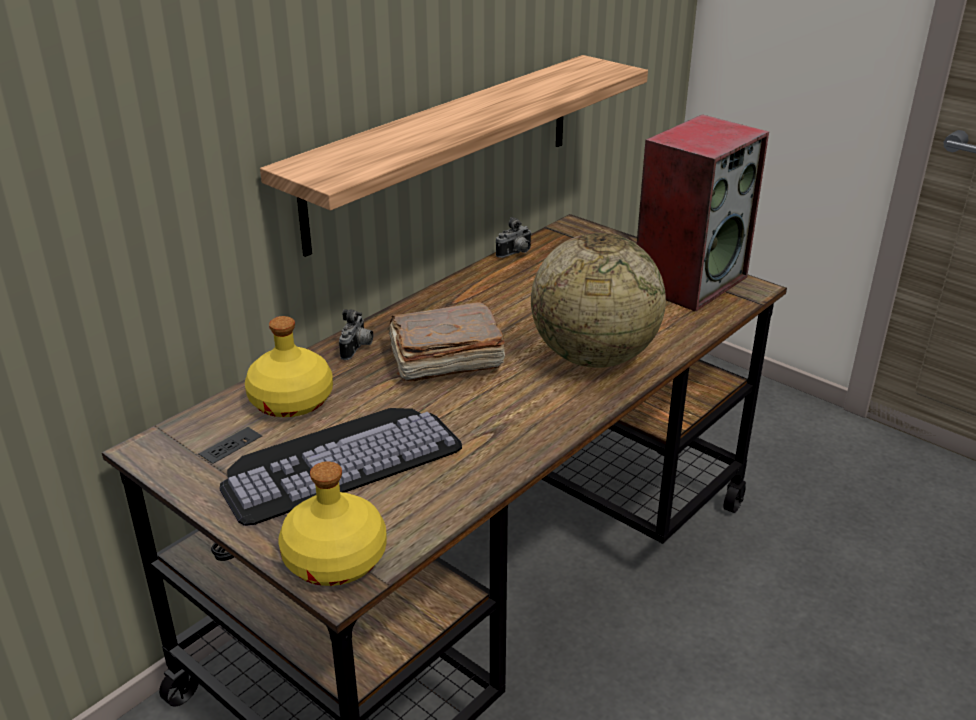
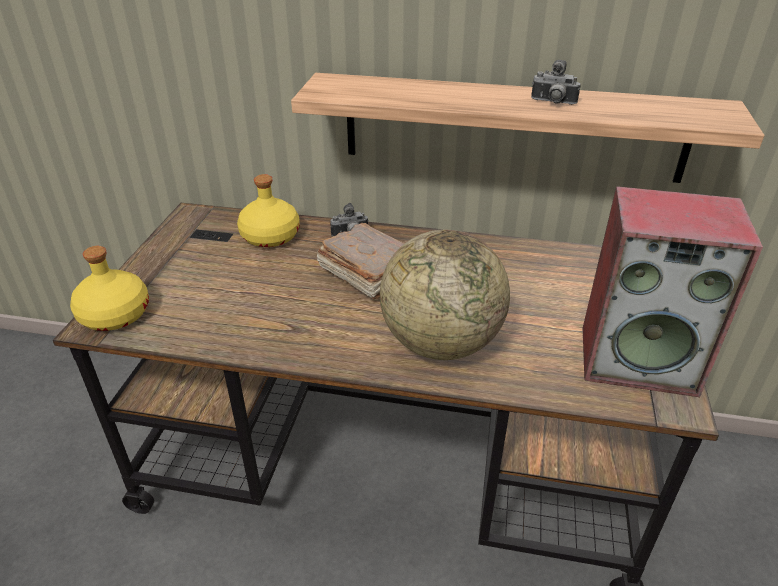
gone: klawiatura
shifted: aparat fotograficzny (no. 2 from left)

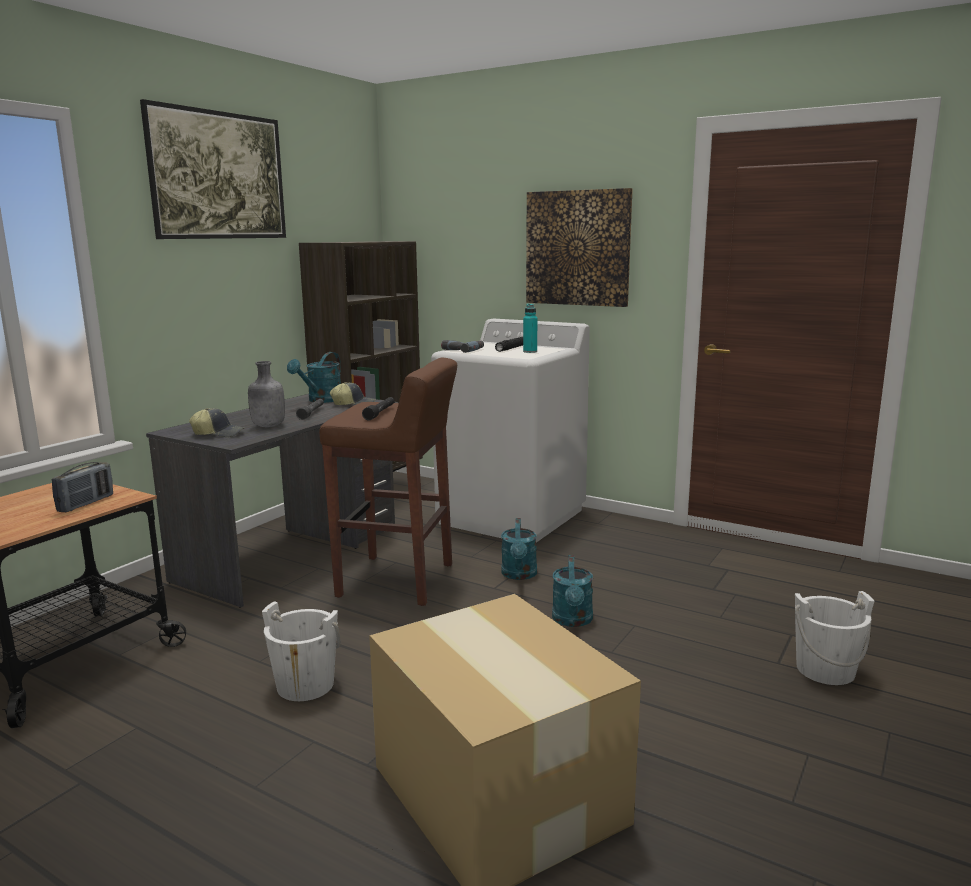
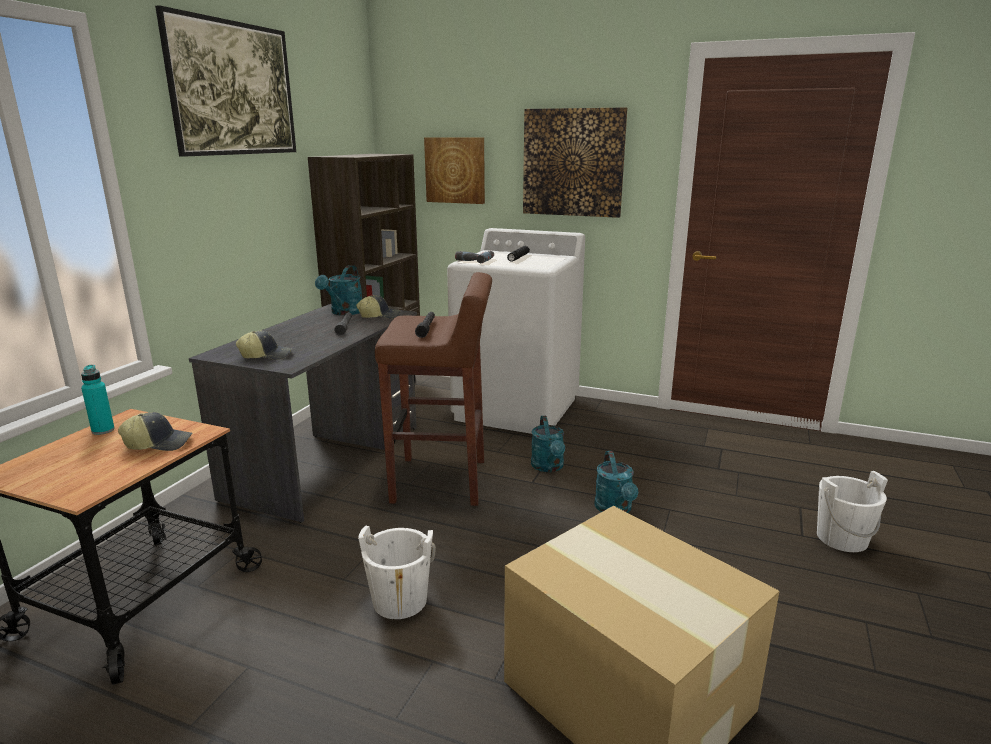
gone: butelka [szary]
new: obraz (no. 2 from left)
shifted: butelka [turkusowy]
swapped: radio to czapka z daszkiem (no. 1 from left)

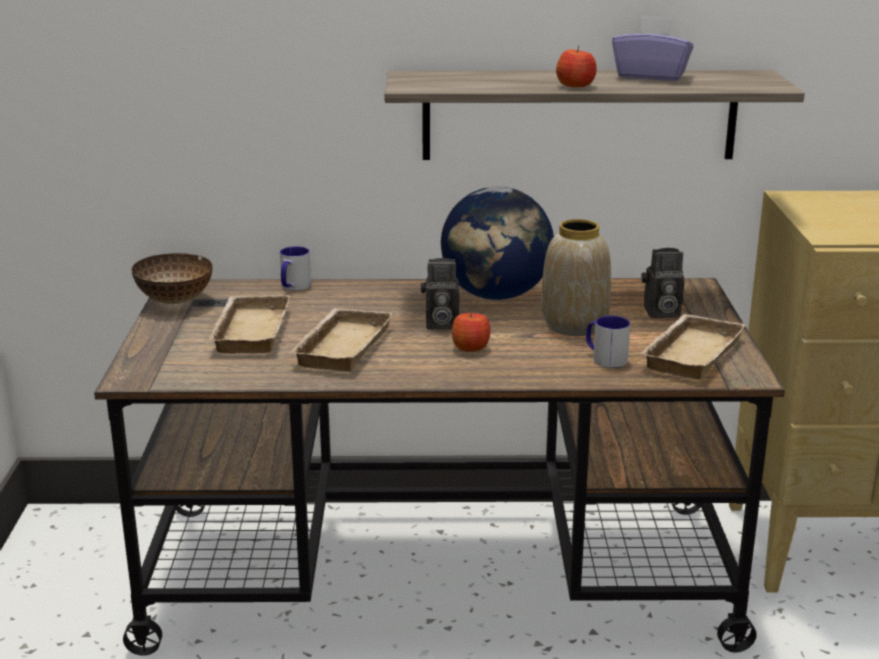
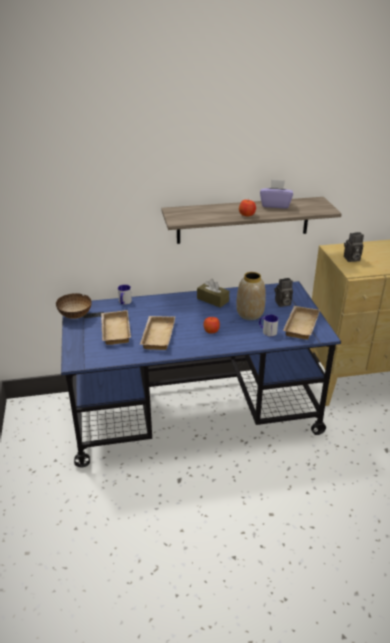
shifted: aparat fotograficzny (no. 1 from left in the first image) to aparat fotograficzny (no. 2 from left)
swapped: globus to pudełko chusteczek [brązowy]
repainted: biurko [brązowy] to biurko [niebieski]

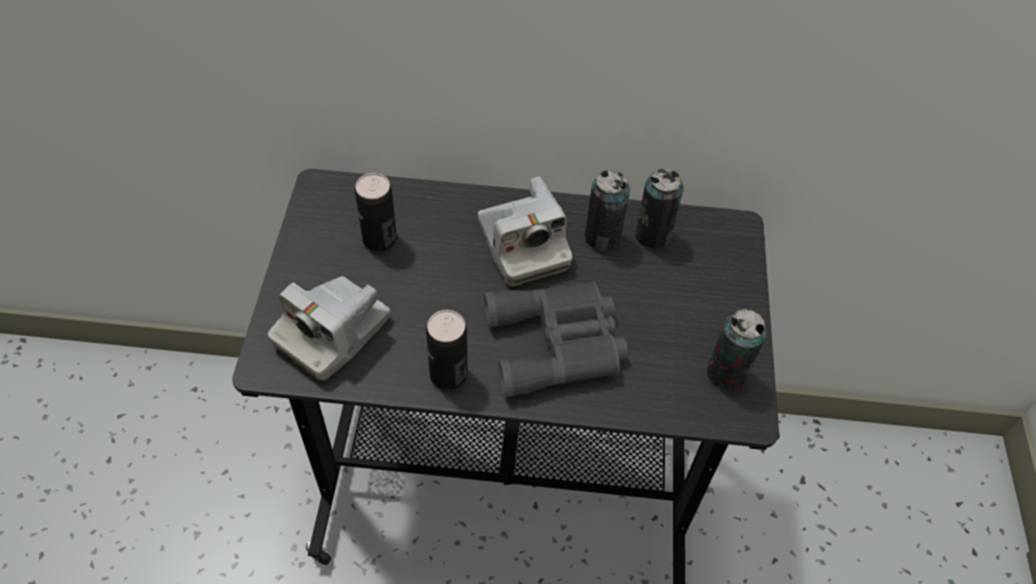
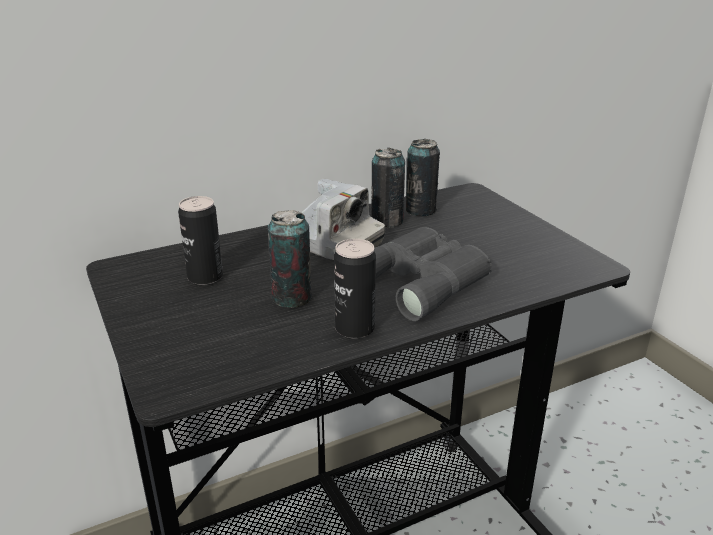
gone: aparat fotograficzny (no. 1 from left)
shifted: puszka (no. 5 from left in the first image) to puszka (no. 2 from left)

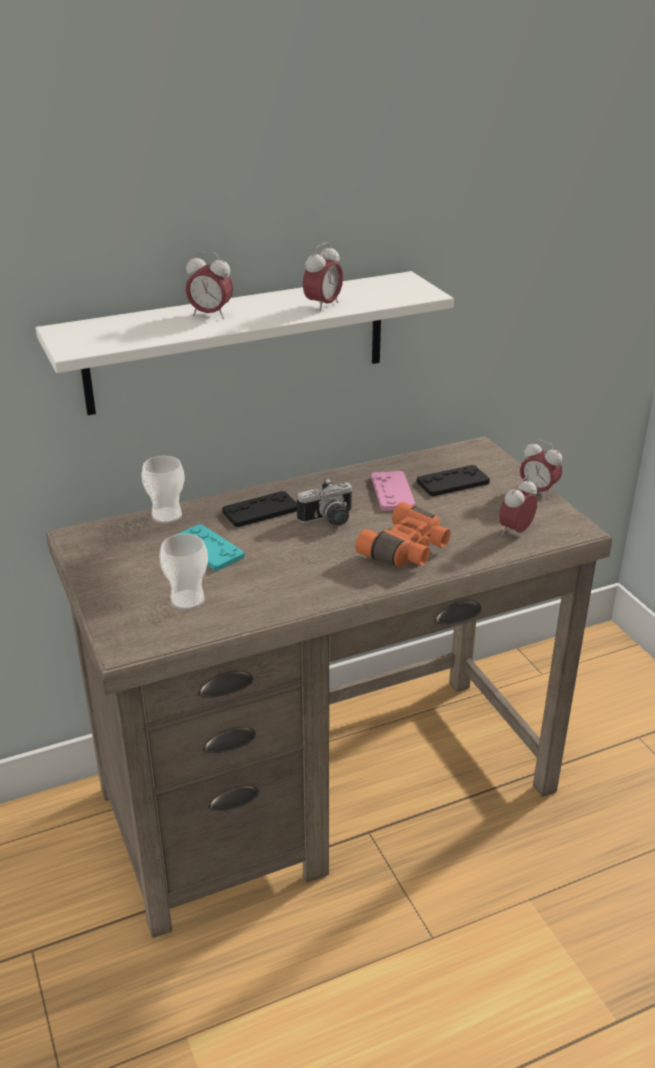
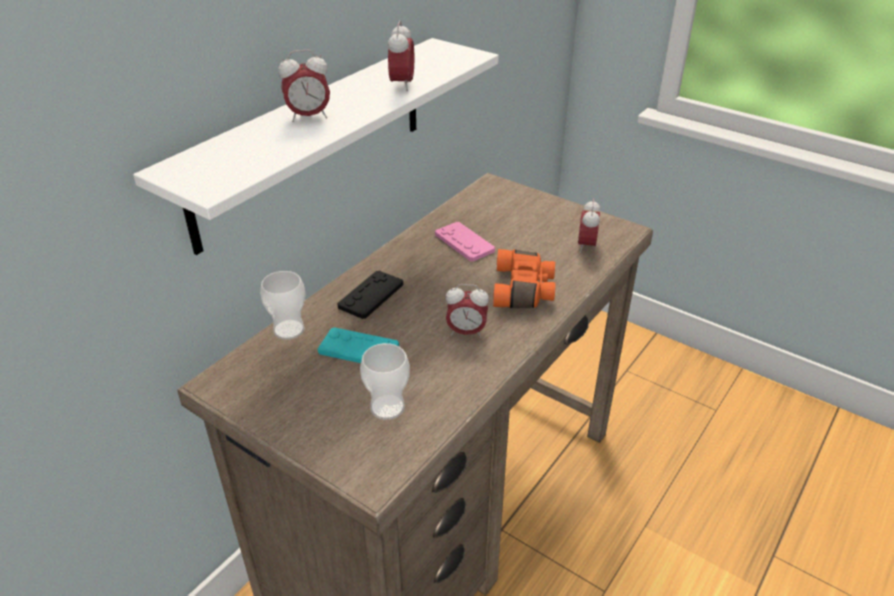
gone: pad do gier [czarny] (no. 2 from left); aparat fotograficzny
shifted: budzik (no. 4 from left in the first image) to budzik (no. 3 from left)

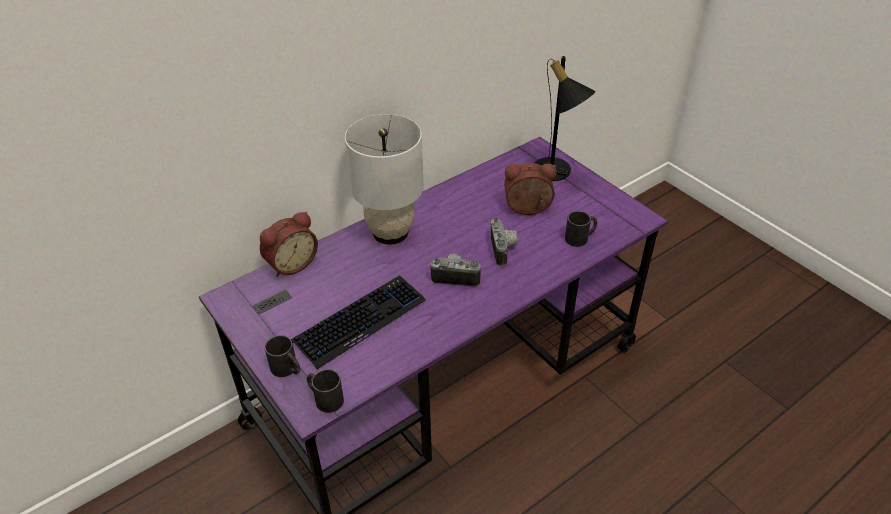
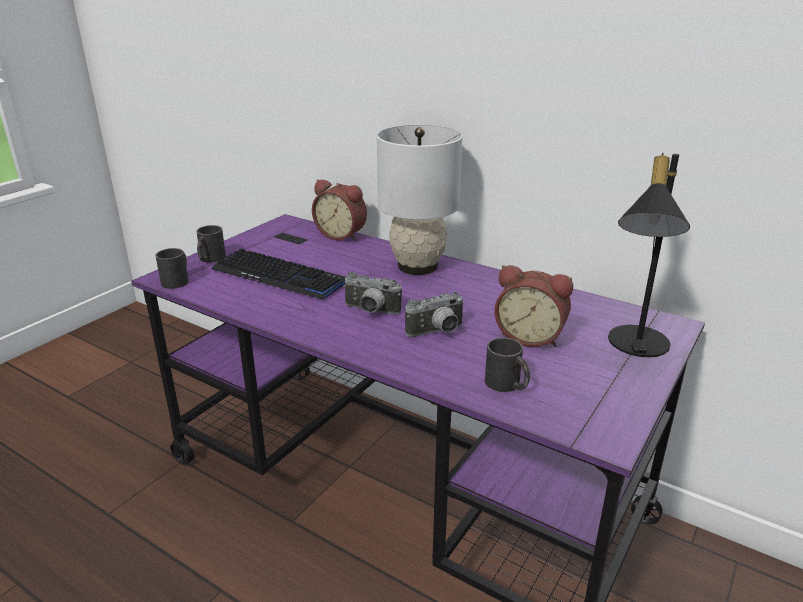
rotated: budzik (no. 2 from left) 135 degrees clockwise; aparat fotograficzny (no. 1 from left) 120 degrees clockwise

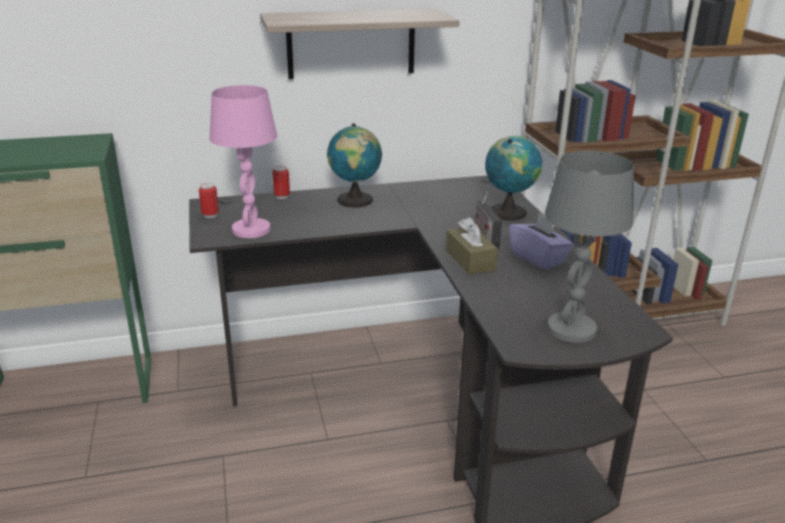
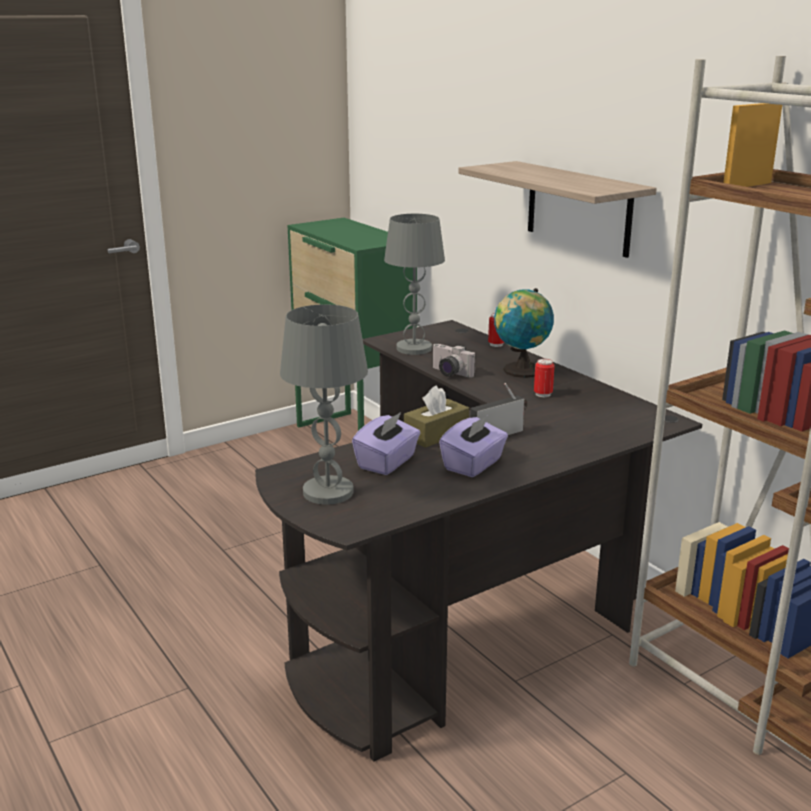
gone: globus (no. 2 from left)
new: aparat fotograficzny; pudełko chusteczek [fioletowy] (no. 1 from left)
shifted: puszka (no. 1 from left in the first image) to puszka (no. 2 from left)
repainted: lampa stołowa [różowy] to lampa stołowa [szary] (no. 2 from left)

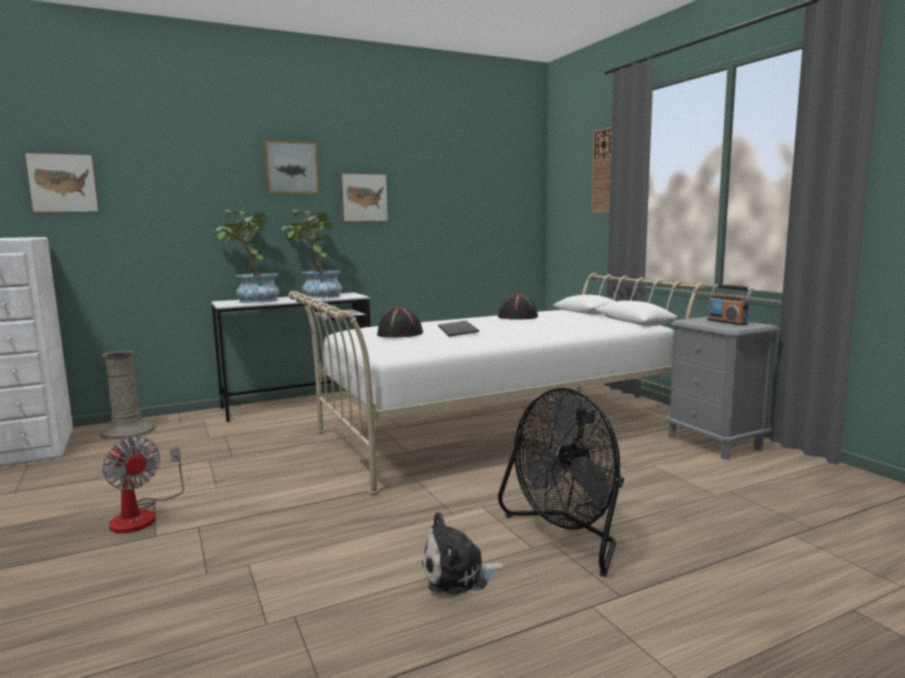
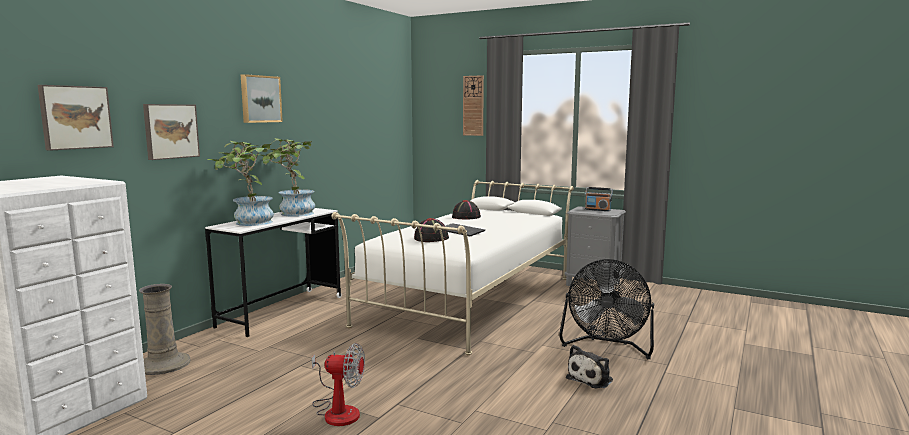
shifted: obraz (no. 3 from left in the first image) to obraz (no. 2 from left)

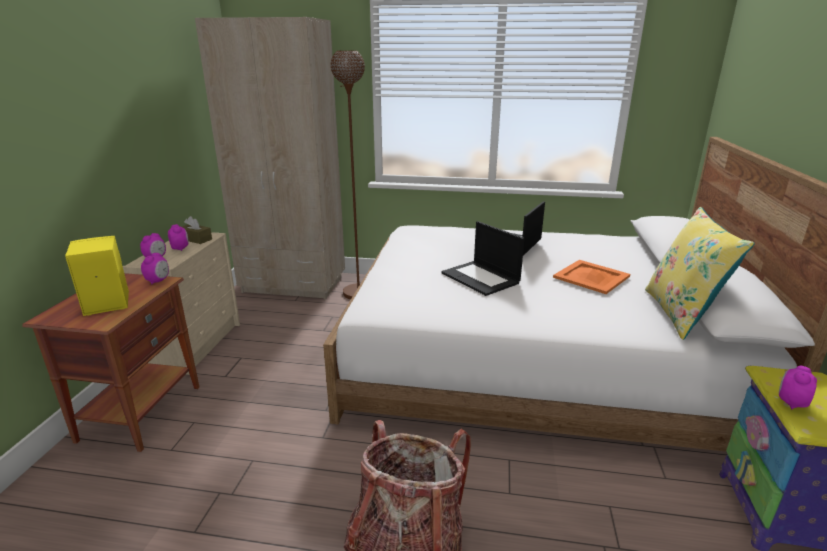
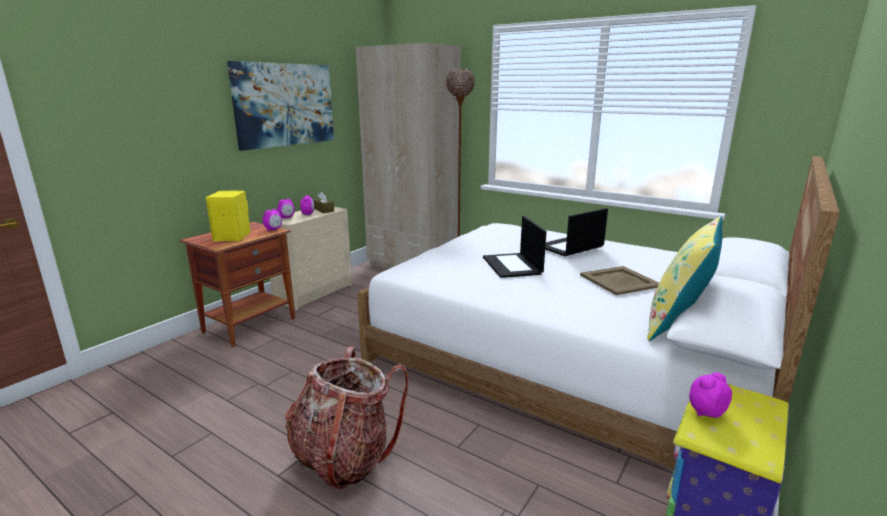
new: obraz
repainted: taca [pomarańczowy] to taca [beżowy]

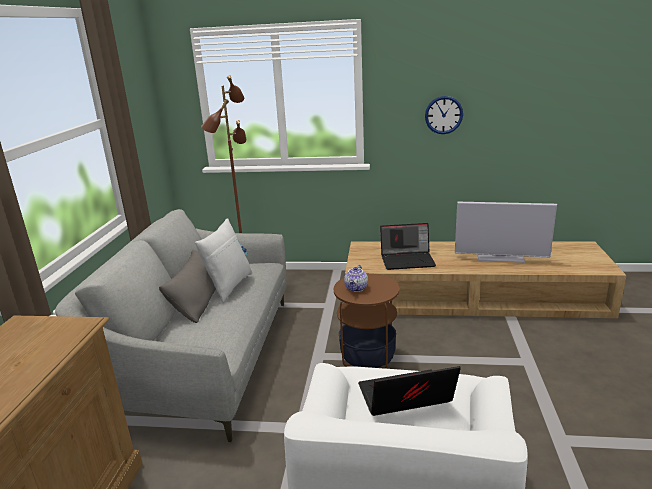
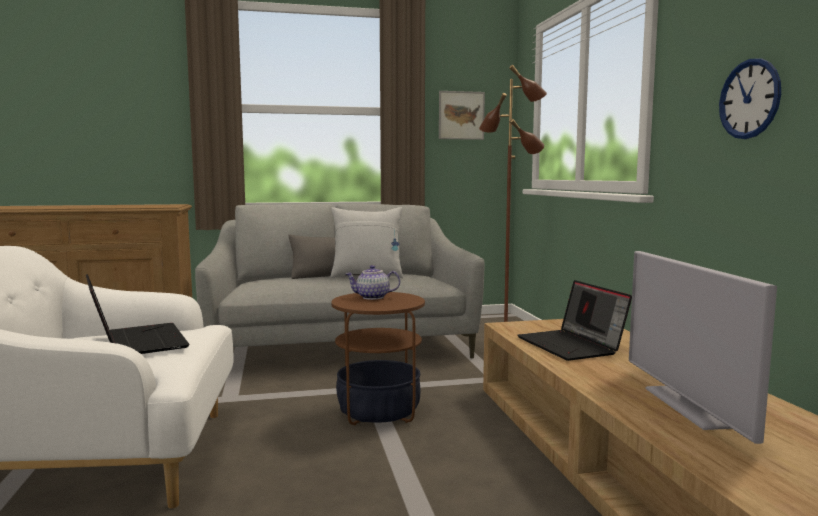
new: obraz

